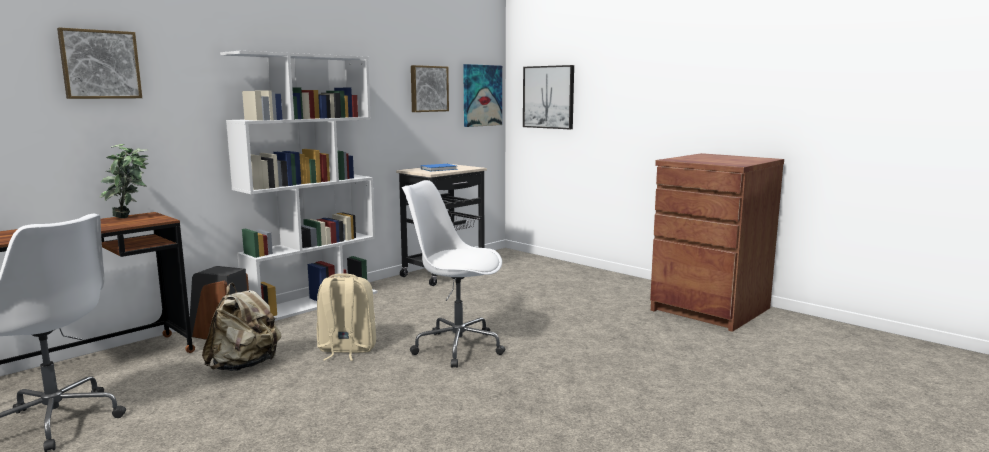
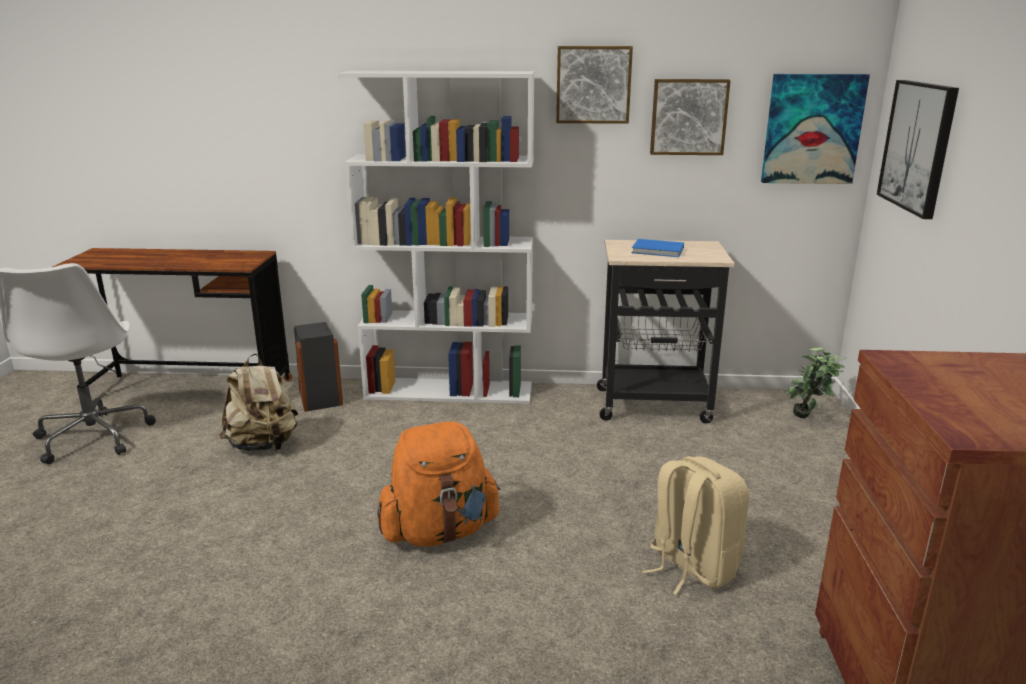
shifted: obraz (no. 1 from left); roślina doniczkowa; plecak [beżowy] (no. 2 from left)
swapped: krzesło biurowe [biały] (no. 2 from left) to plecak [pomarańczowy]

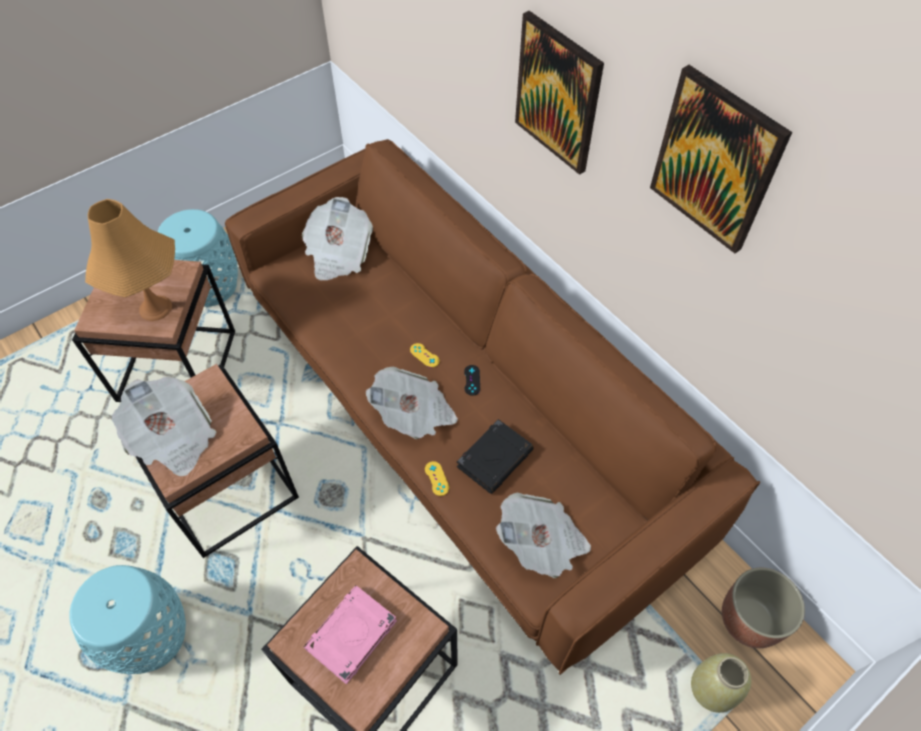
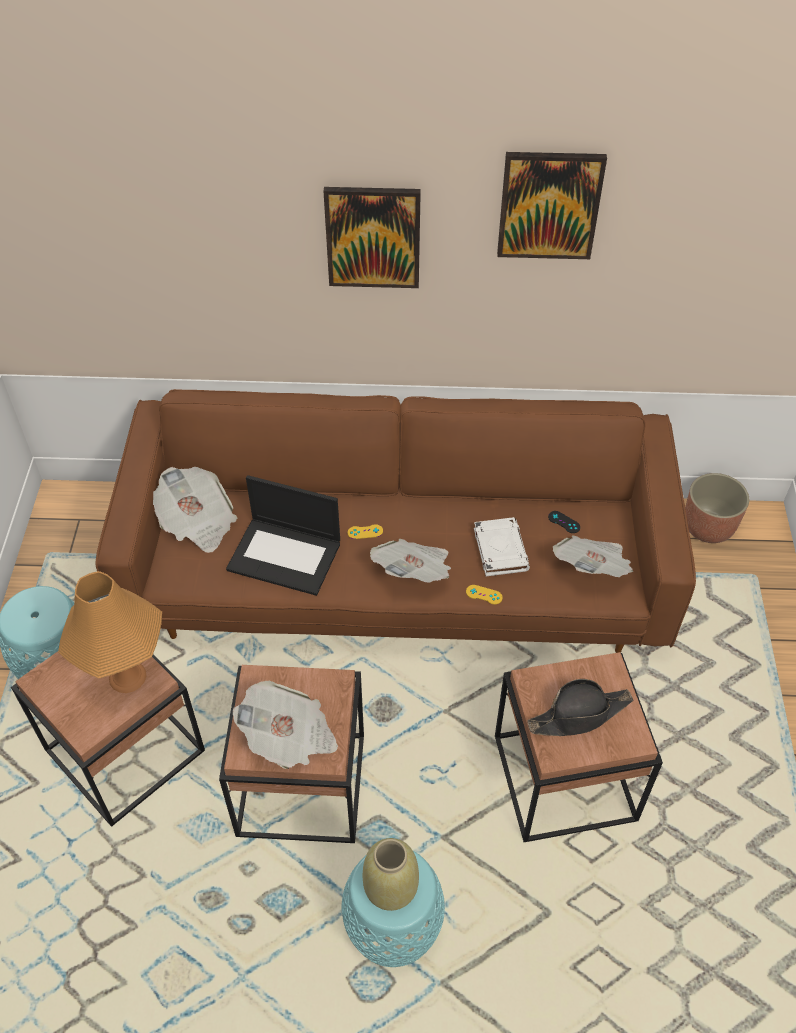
new: laptop
shifted: pad do gier [czarny]; wazon [beżowy]
swapped: książka [różowy] to kapelusz [czarny]
repainted: książka [czarny] to książka [biały]

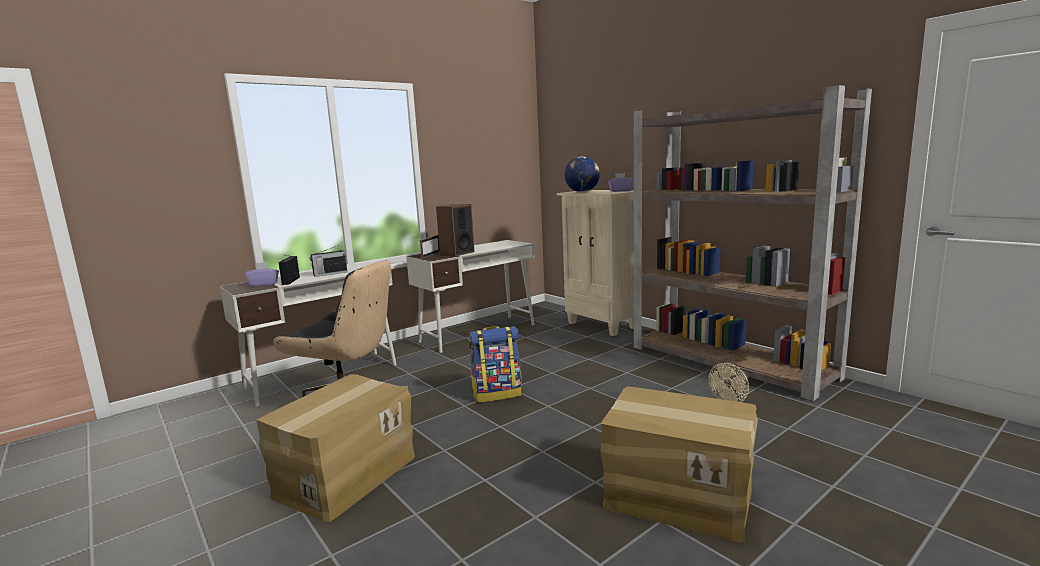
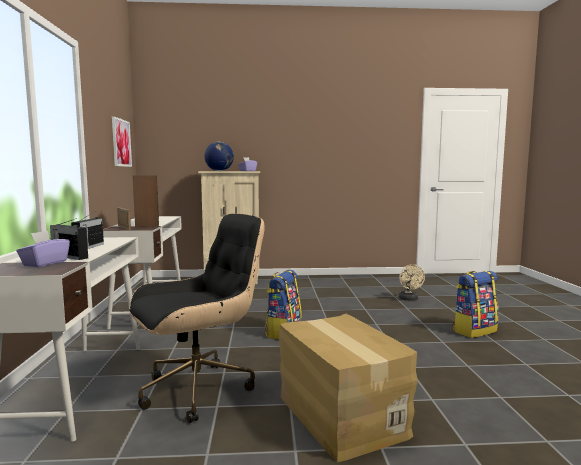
gone: regał [brązowy]
new: obraz
swapped: karton (no. 2 from left) to plecak (no. 2 from left)

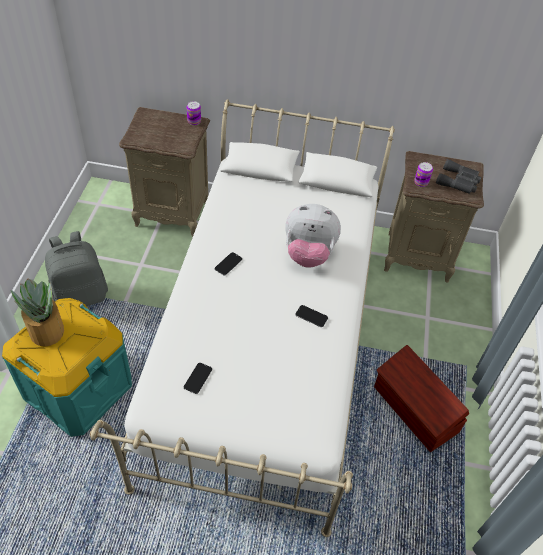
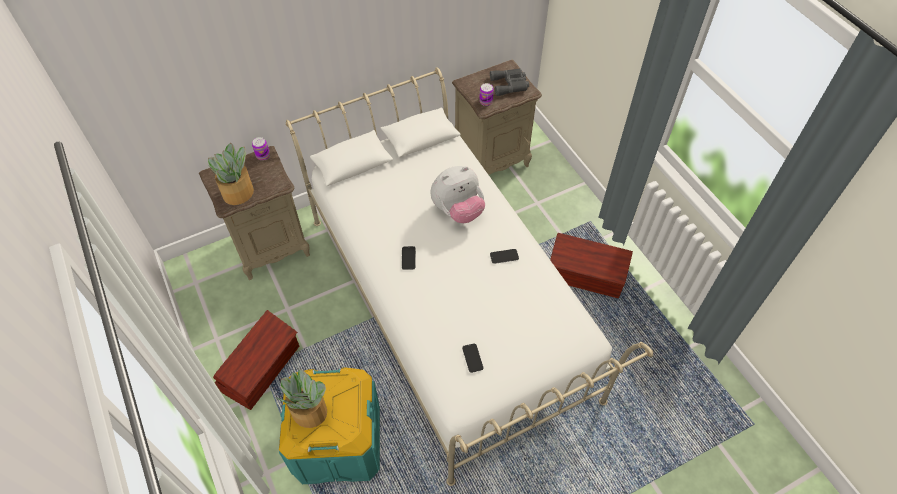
new: roślina doniczkowa (no. 1 from left)
swapped: plecak [szary] to pojemnik do przechowywania [brązowy] (no. 1 from left)

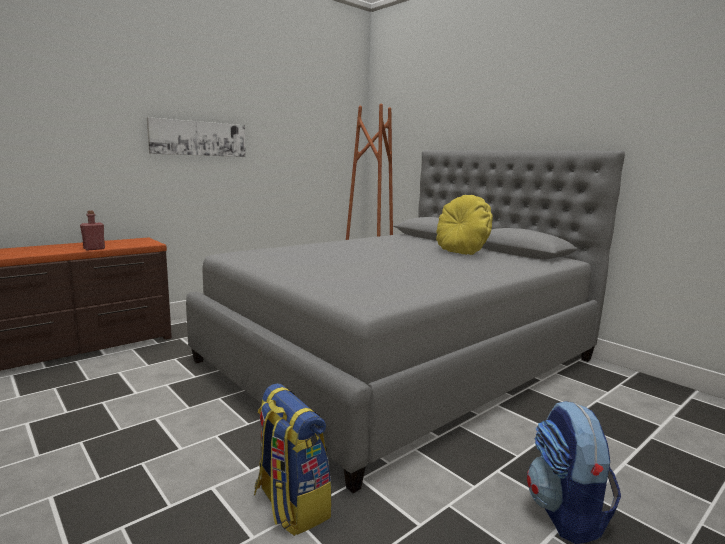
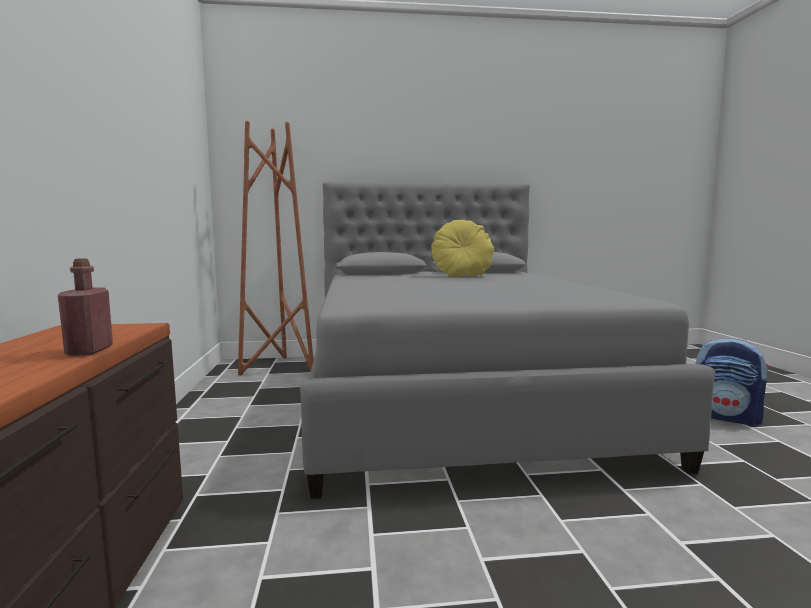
gone: obraz; plecak (no. 1 from left)

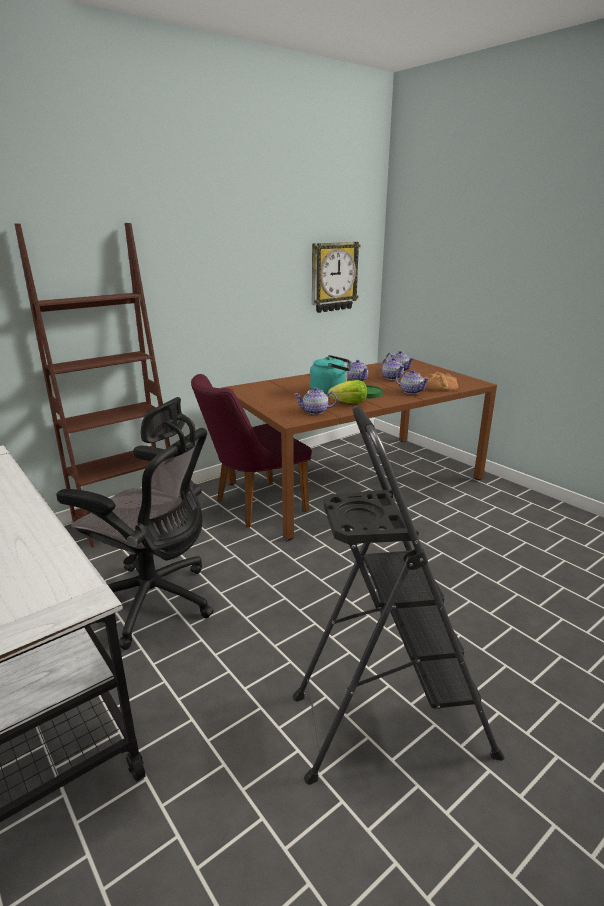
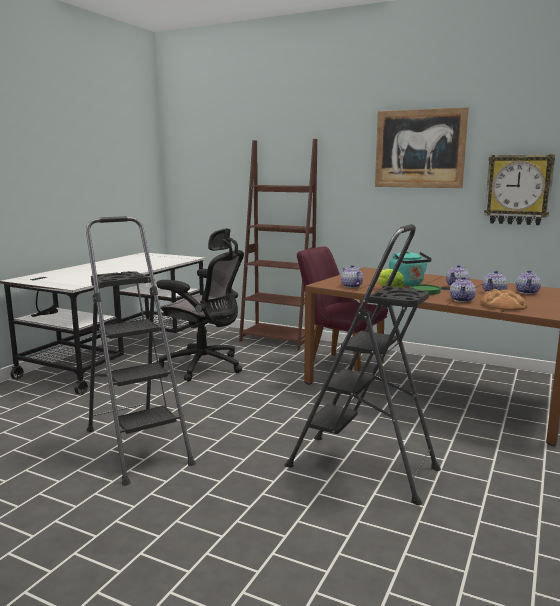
new: obraz; drabinka (no. 2 from left)
rotated: krzesło biurowe 60 degrees counterclockwise

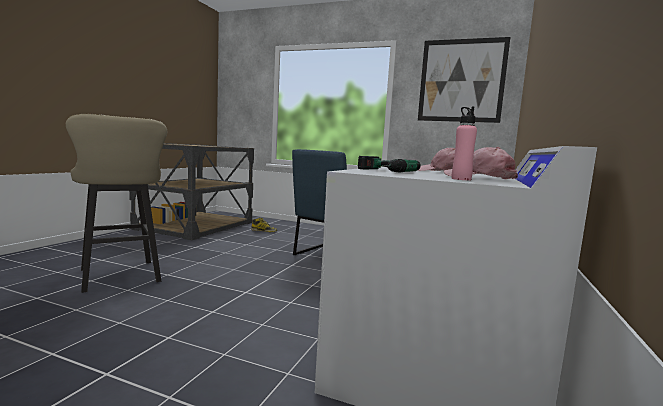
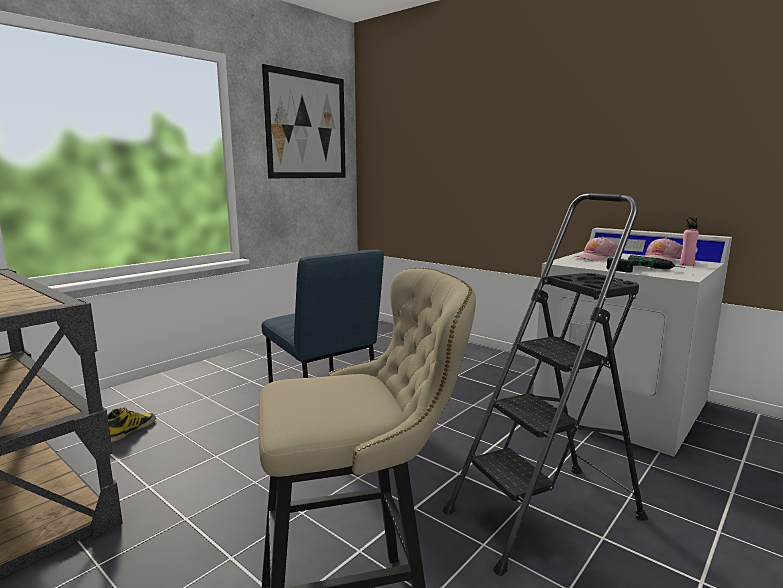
new: drabinka

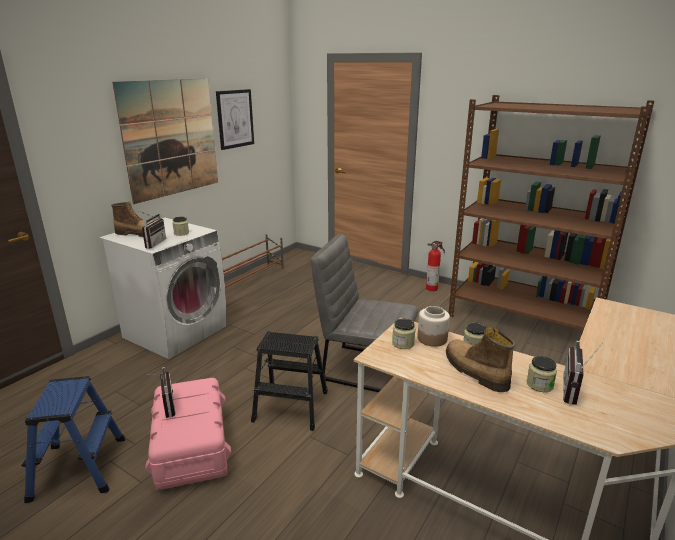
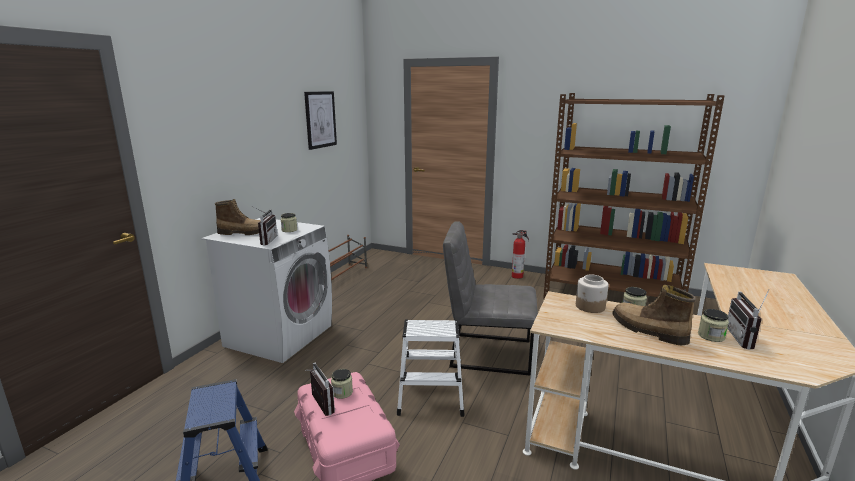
gone: obraz (no. 1 from left)
shifted: słoik (no. 2 from left)
repainted: drabinka [czarny] to drabinka [biały]

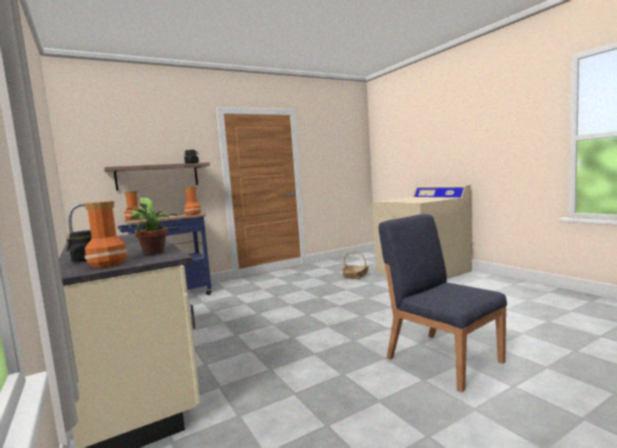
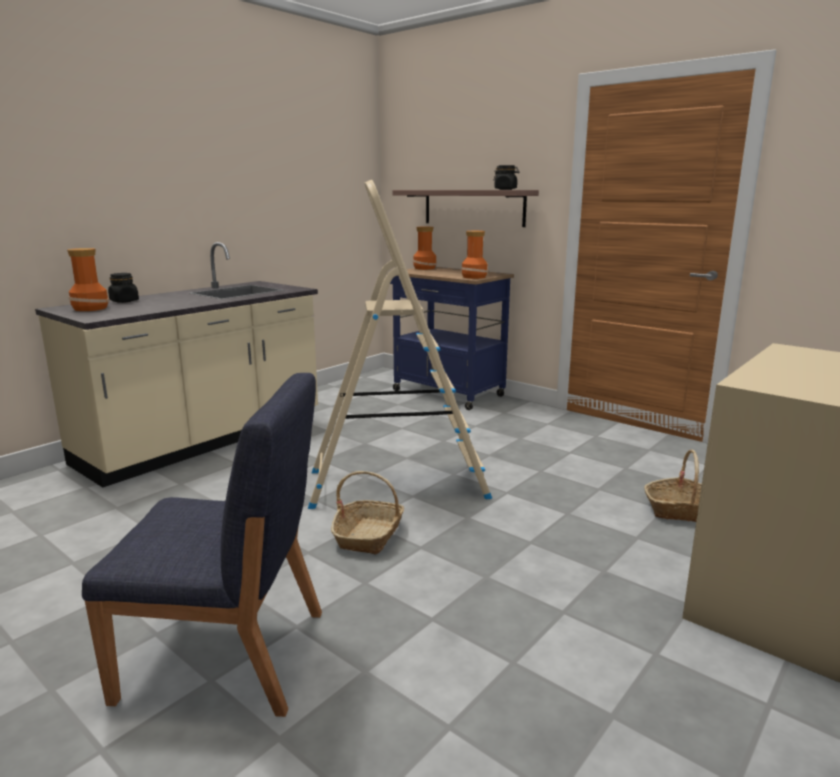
gone: roślina doniczkowa
new: drabinka [beżowy]; koszyk (no. 1 from left)
rotated: krzesło [niebieski] 60 degrees clockwise

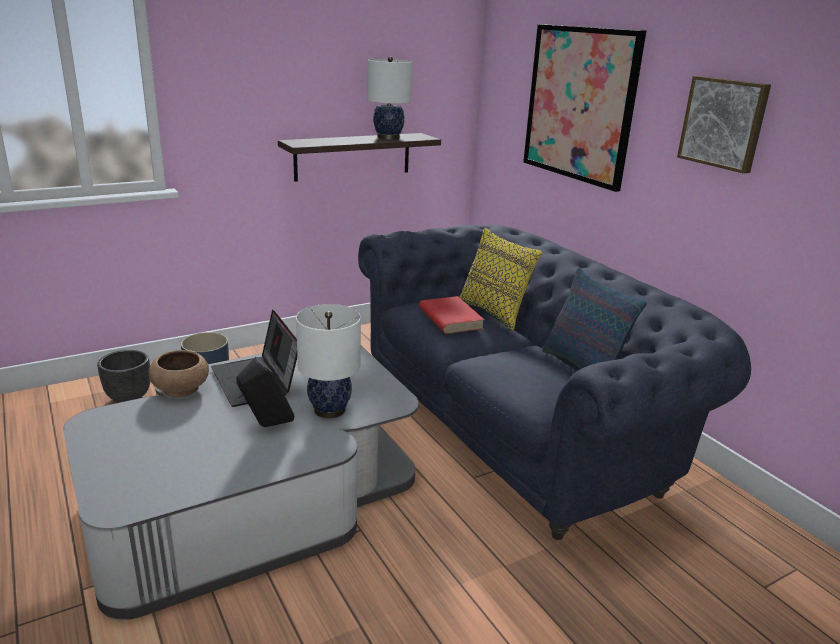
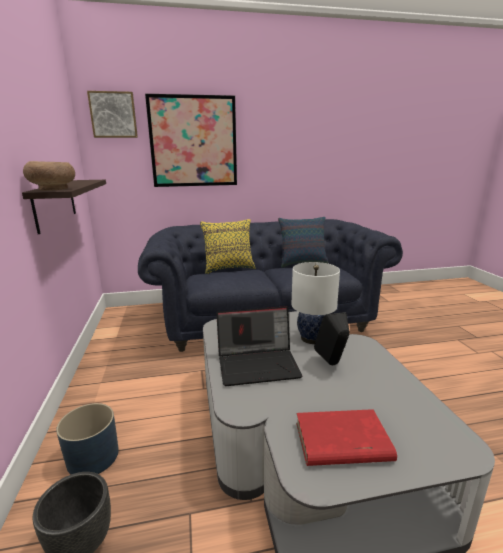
gone: lampa stołowa [biały] (no. 2 from left)
shifted: obraz (no. 2 from left in the first image) to obraz (no. 1 from left); książka [czerwony]; miska [brązowy]

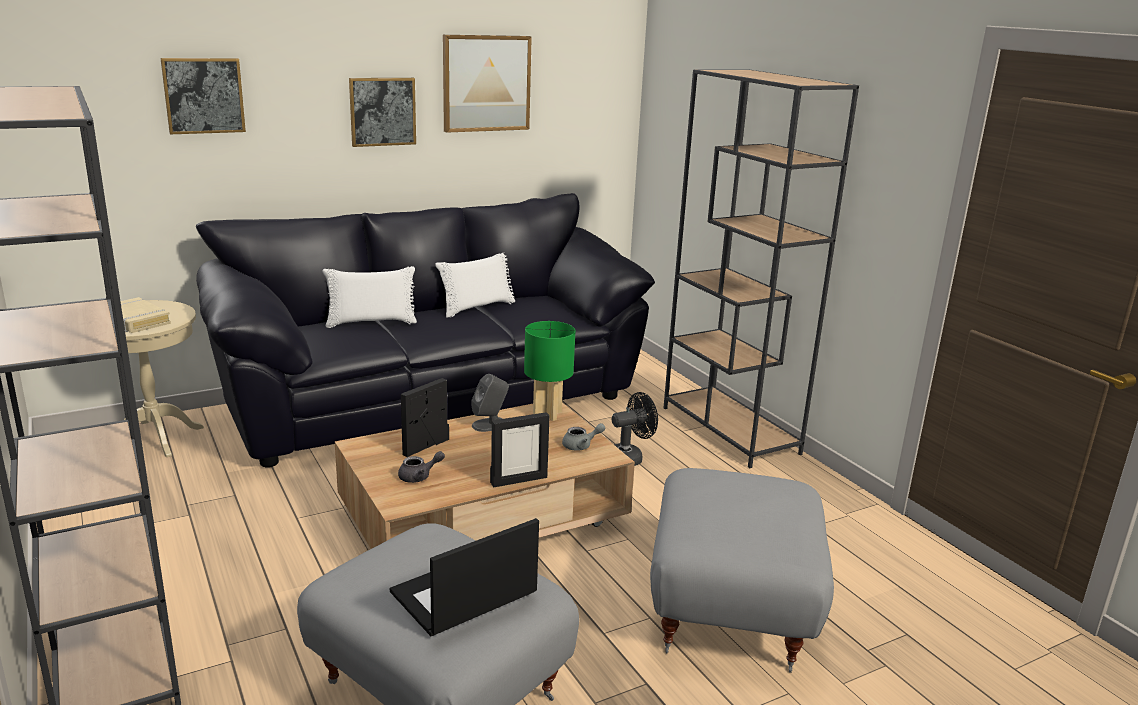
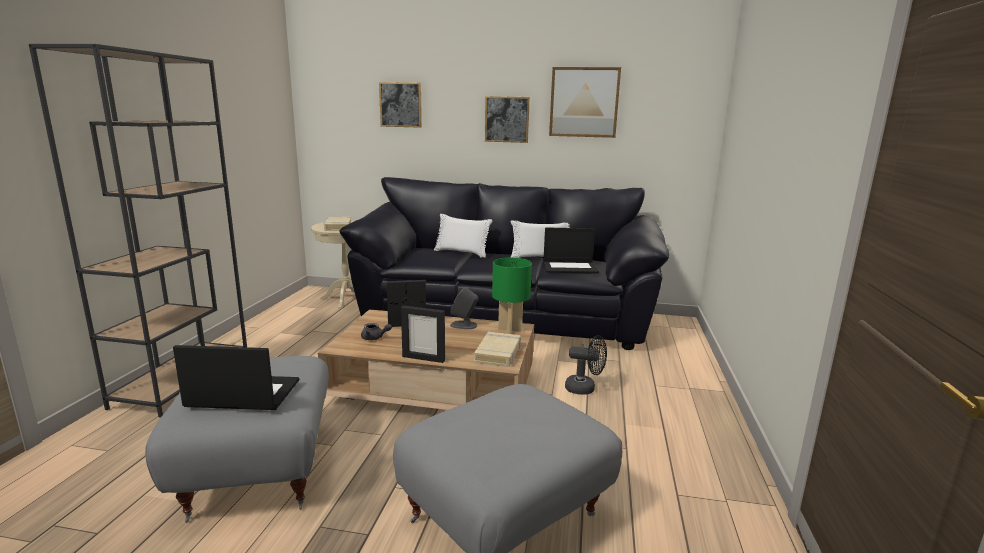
gone: regał (no. 2 from left)
new: laptop (no. 2 from left)
swapped: imbryk [szary] (no. 2 from left) to książka [beżowy] (no. 2 from left)

